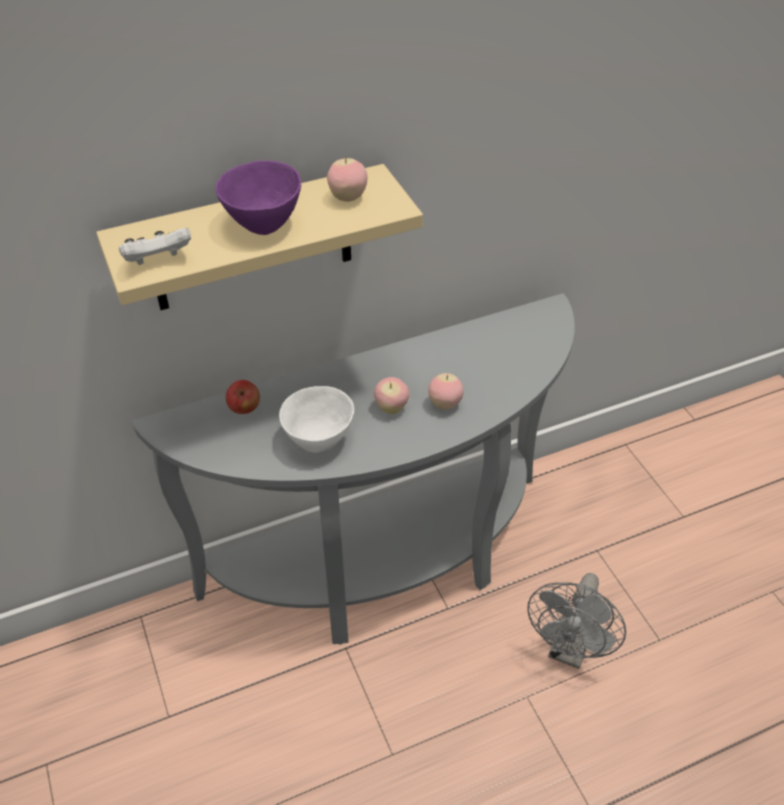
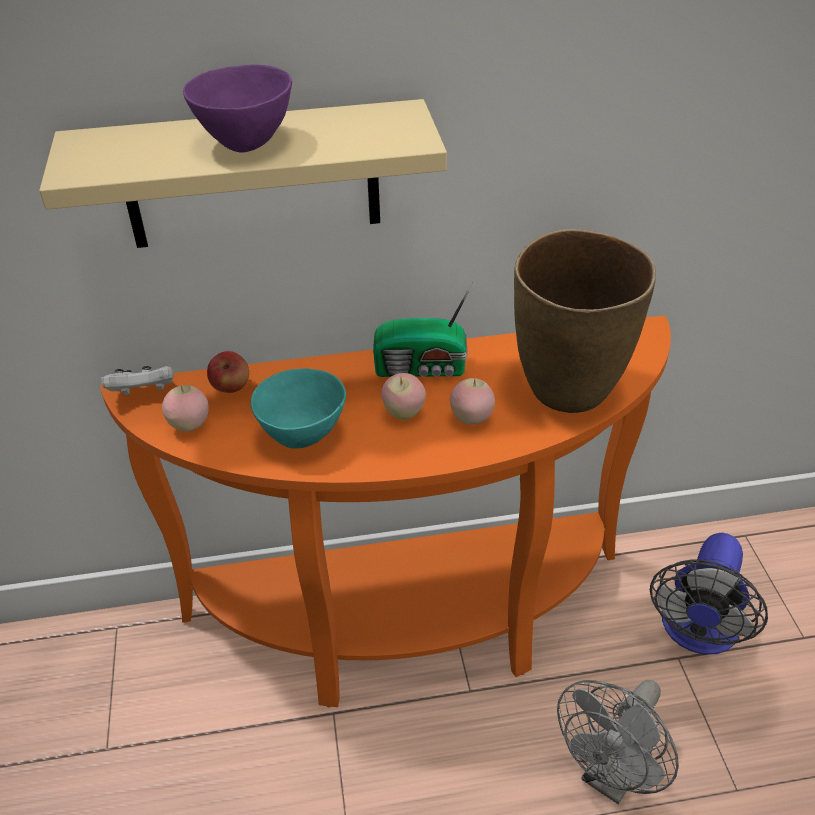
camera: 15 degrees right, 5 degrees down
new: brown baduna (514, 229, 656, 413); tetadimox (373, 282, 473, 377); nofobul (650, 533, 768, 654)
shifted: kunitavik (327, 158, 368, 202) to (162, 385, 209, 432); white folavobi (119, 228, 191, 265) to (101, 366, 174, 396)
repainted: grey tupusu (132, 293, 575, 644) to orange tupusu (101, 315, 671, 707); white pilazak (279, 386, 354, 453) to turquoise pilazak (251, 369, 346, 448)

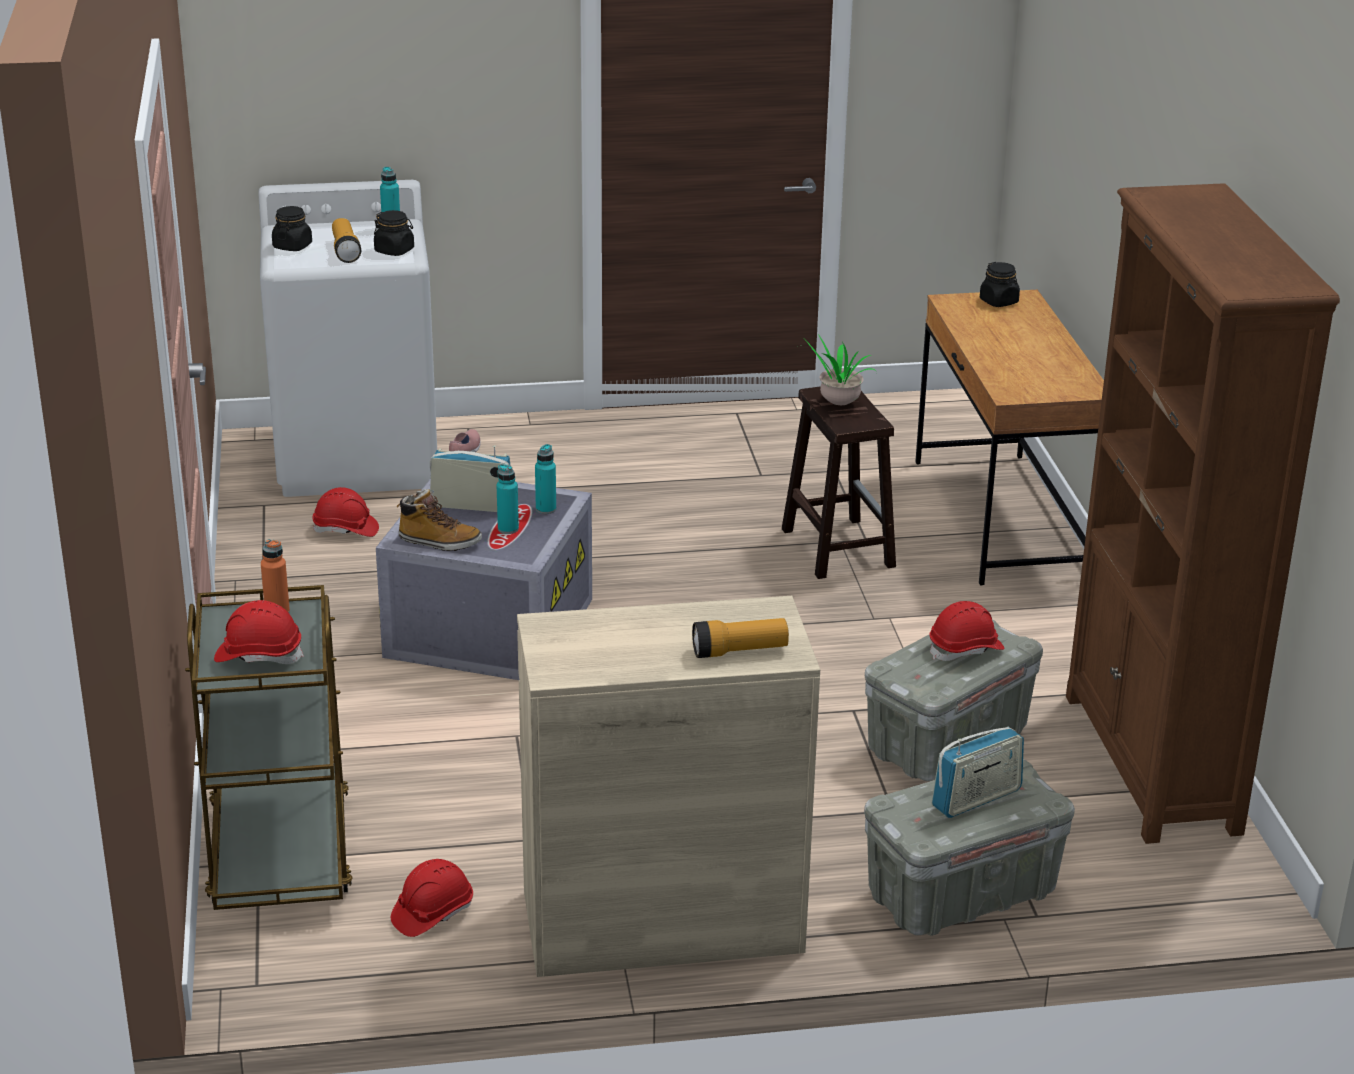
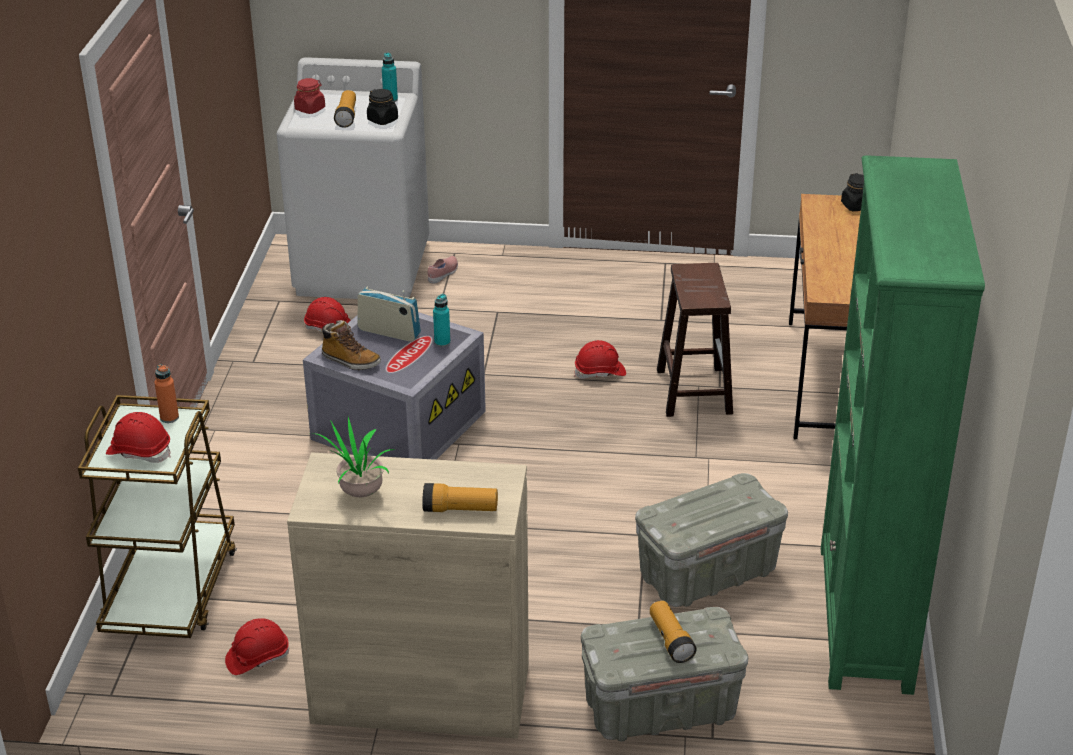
camera: 15 degrees right, 5 degrees up
gone: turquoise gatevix (497, 464, 519, 534)
shifted: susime (797, 334, 877, 405) to (311, 417, 394, 497); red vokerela (929, 601, 1005, 661) to (575, 340, 626, 379)
swapped: tetadimox (932, 727, 1024, 818) to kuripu (650, 600, 696, 663)
repainted: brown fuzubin (1066, 183, 1340, 844) to green fuzubin (821, 155, 985, 695); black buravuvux (272, 206, 312, 251) to red buravuvux (294, 78, 325, 114)

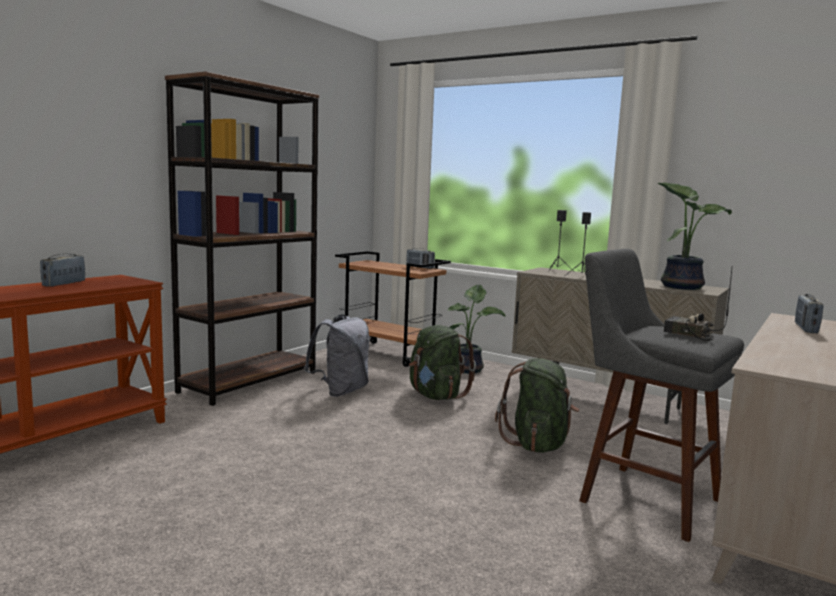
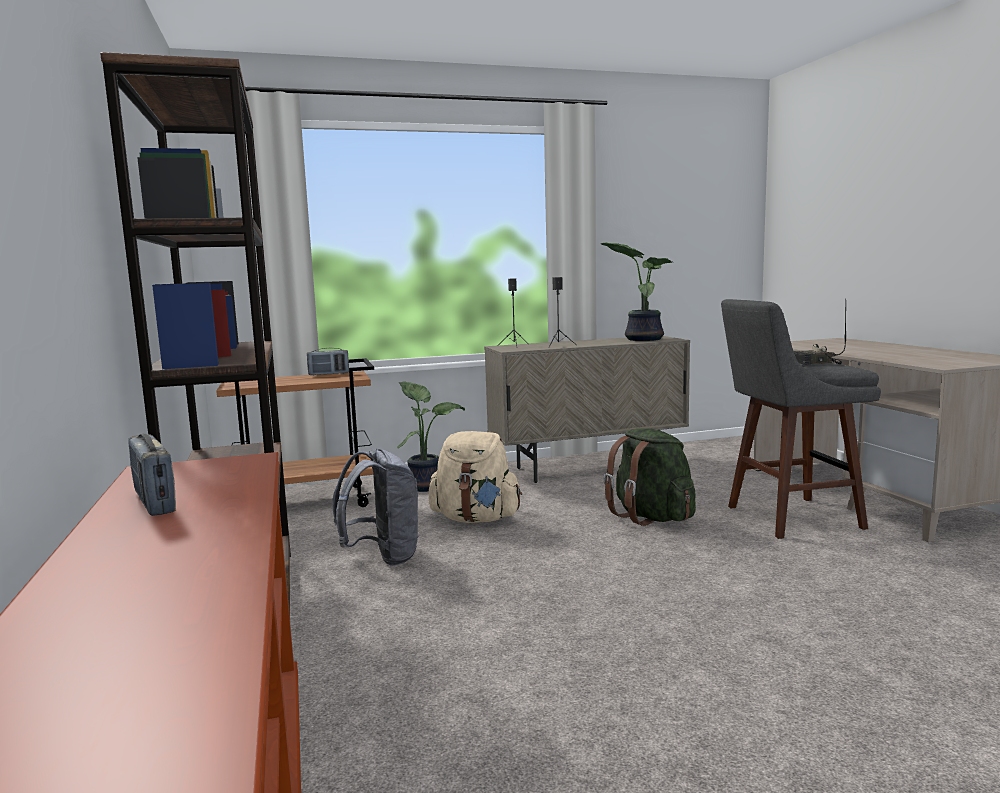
camera: 50 degrees left, 0 degrees up
gone: tetadimox (795, 294, 824, 333)
repainted: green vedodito (409, 325, 476, 400) to beige vedodito (429, 431, 522, 523)

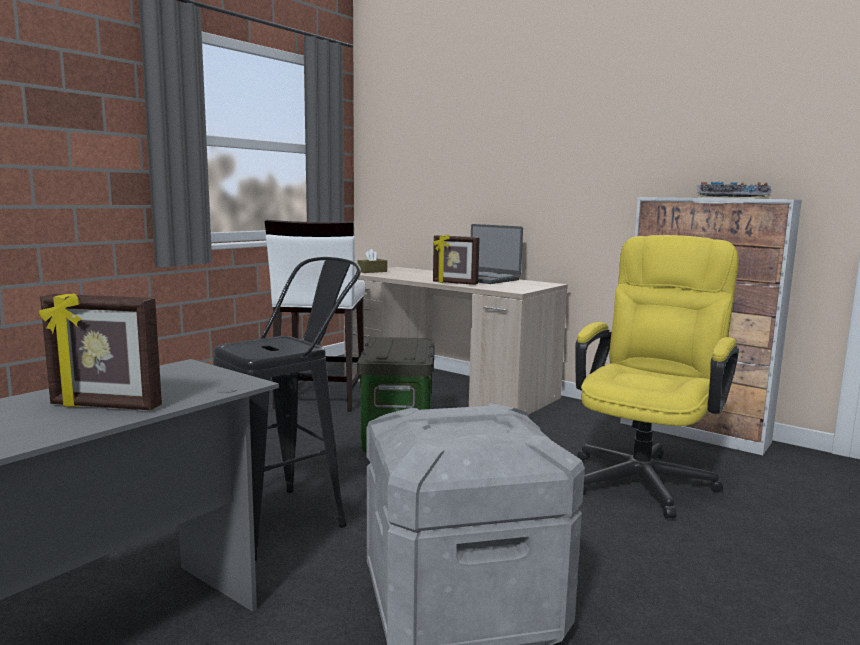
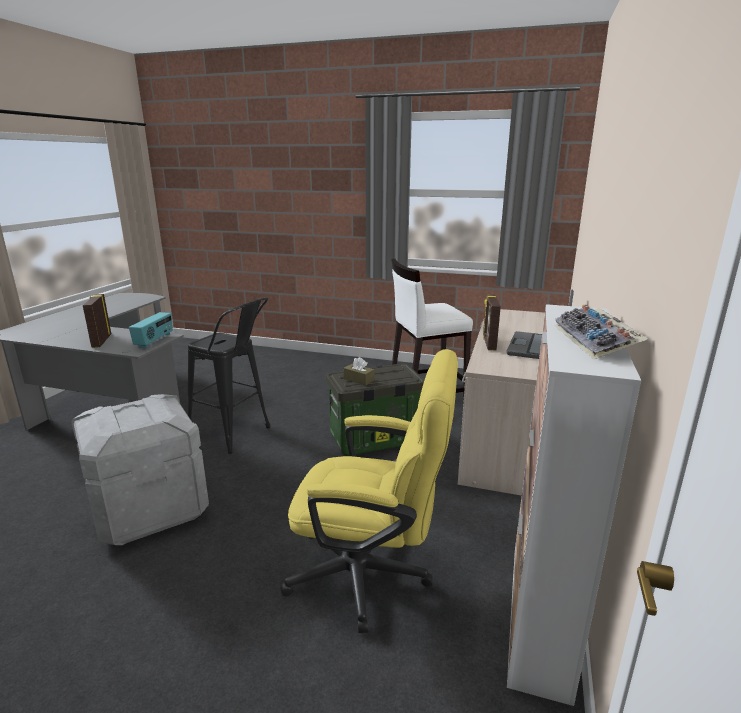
camera: 70 degrees right, 10 degrees up
new: tetadimox (129, 312, 173, 348)
shifted: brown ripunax (357, 249, 387, 273) to (344, 357, 375, 386)

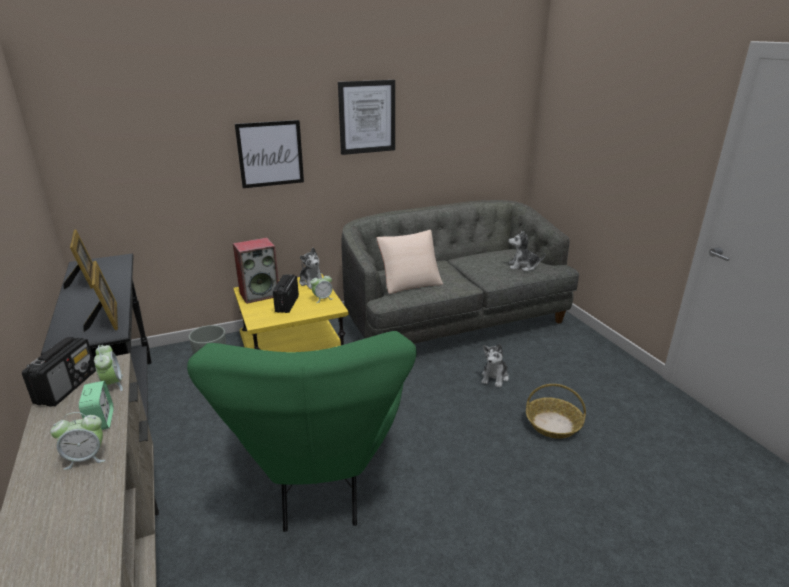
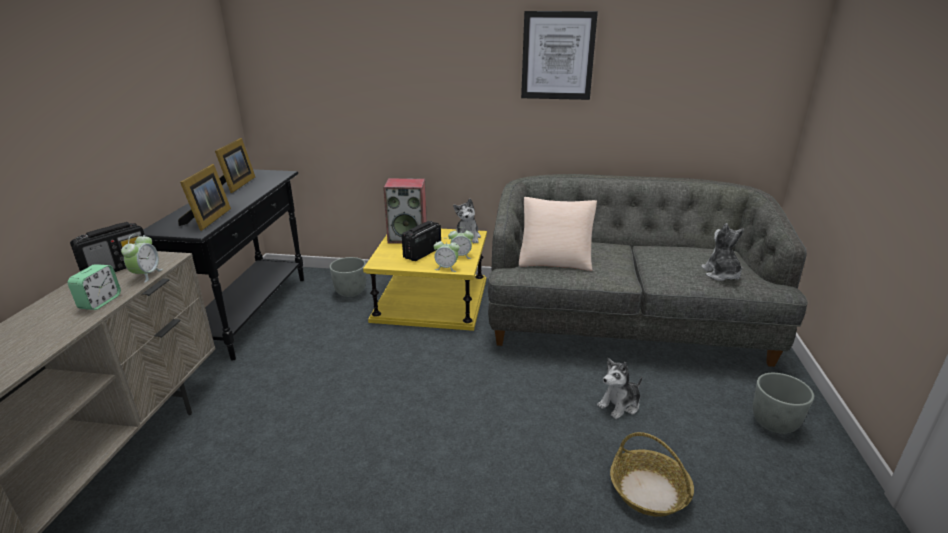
camera: 30 degrees right, 0 degrees up
gone: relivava (235, 120, 304, 188); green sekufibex (187, 331, 417, 532)
new: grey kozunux (753, 373, 814, 434)
shifted: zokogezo (50, 412, 106, 470) to (433, 238, 460, 272)
rotated: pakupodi (509, 231, 546, 271) = (701, 223, 744, 281) 45 degrees clockwise

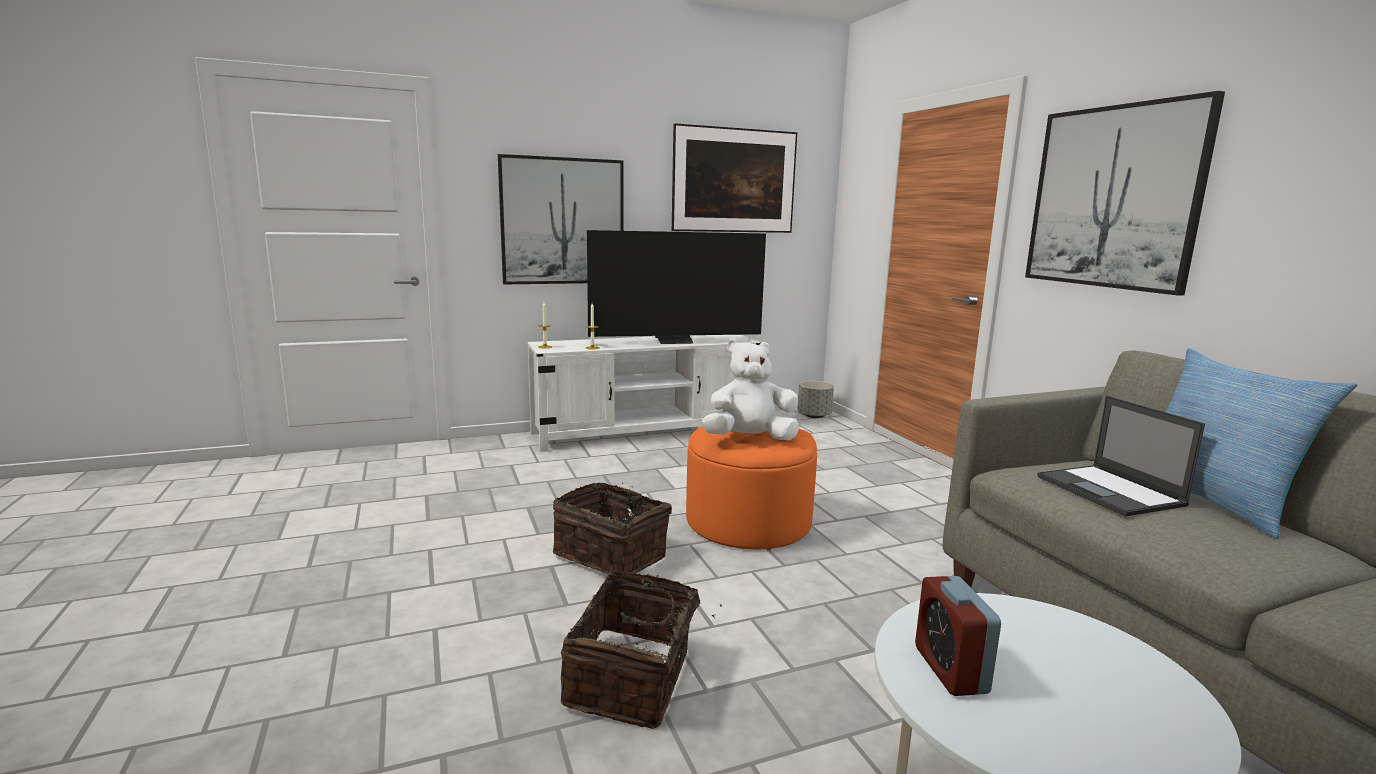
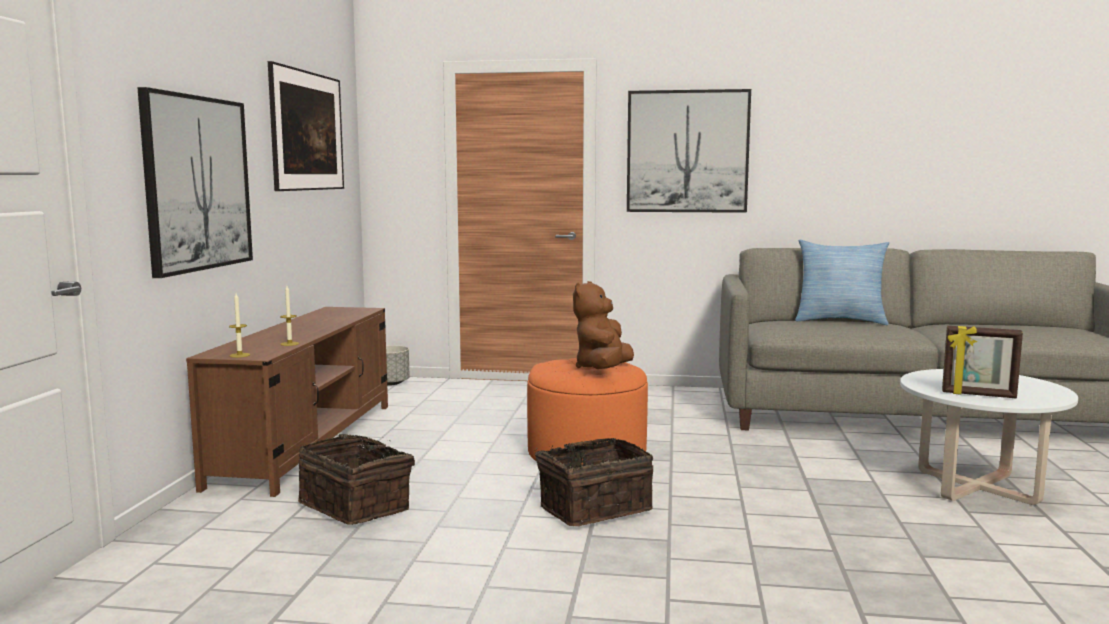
camera: 60 degrees left, 5 degrees down
gone: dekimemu (587, 230, 766, 344); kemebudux (1037, 396, 1205, 517)
shifted: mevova (561, 571, 722, 729) to (298, 434, 415, 525)
swapped: zokogezo (915, 576, 1001, 696) to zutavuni (942, 326, 1023, 398)
repainted: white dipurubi (527, 335, 761, 452) to brown dipurubi (186, 307, 388, 497); white pakupodi (702, 340, 799, 441) to brown pakupodi (573, 281, 634, 369)

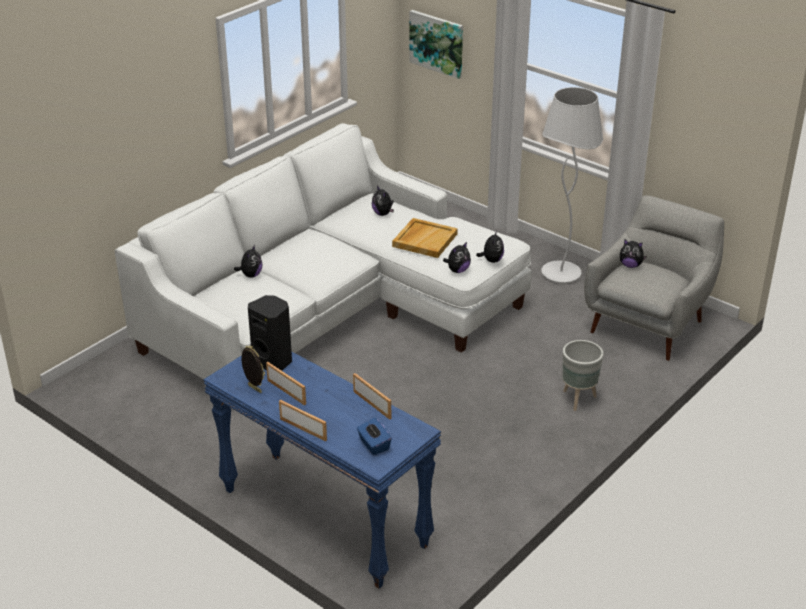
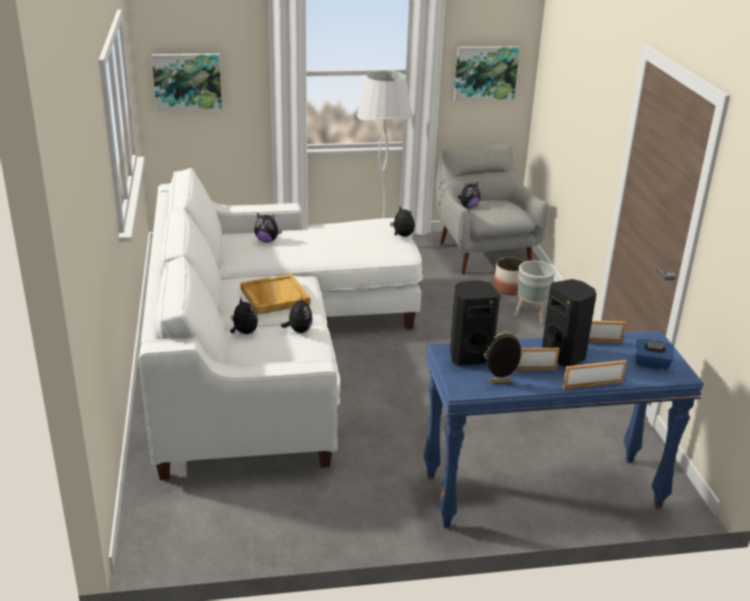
camera: 50 degrees left, 5 degrees down
new: relivava (454, 46, 520, 101); kozunux (494, 257, 526, 295); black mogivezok (542, 279, 596, 367)
shifted: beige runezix (392, 218, 458, 258) to (240, 274, 310, 315); pakupodi (443, 242, 471, 273) to (281, 295, 313, 333)

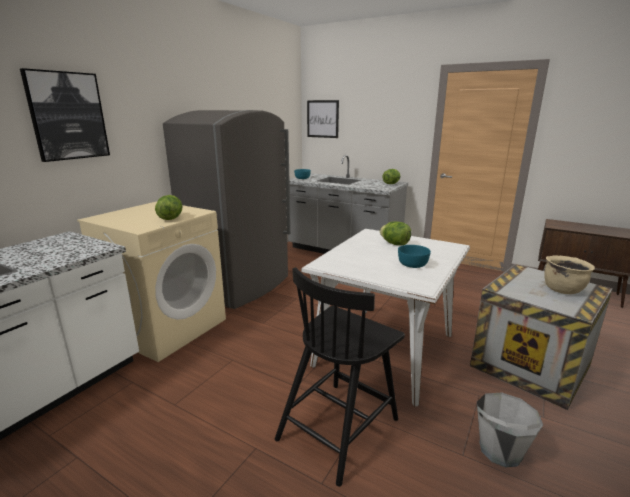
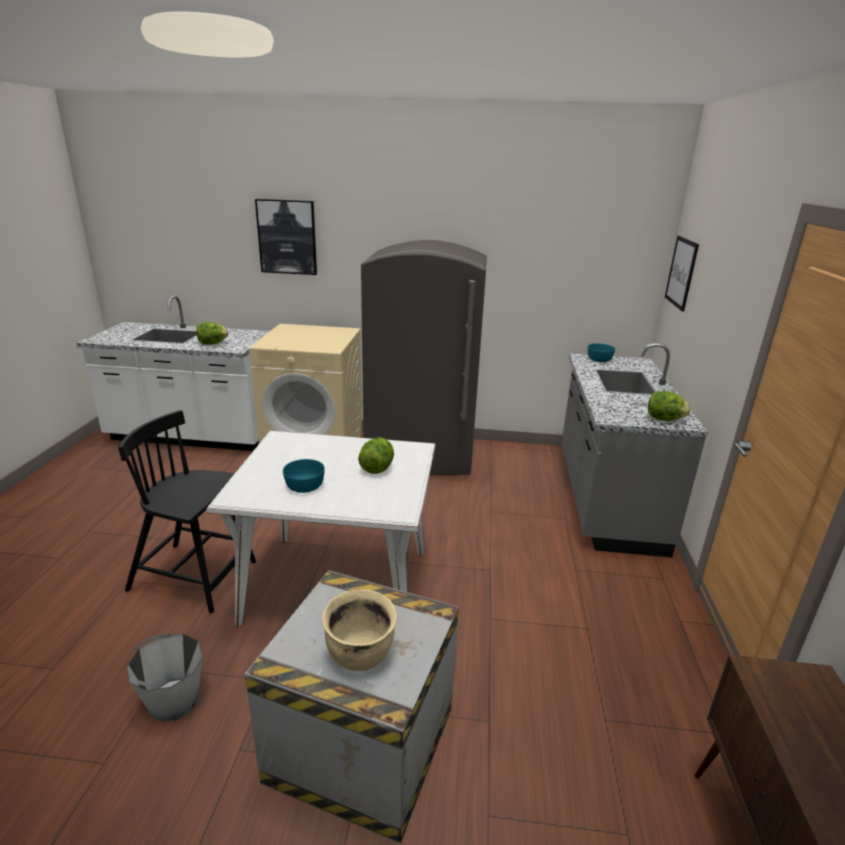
camera: 65 degrees right, 5 degrees up
shifted: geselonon (155, 195, 182, 220) to (196, 322, 228, 345)

